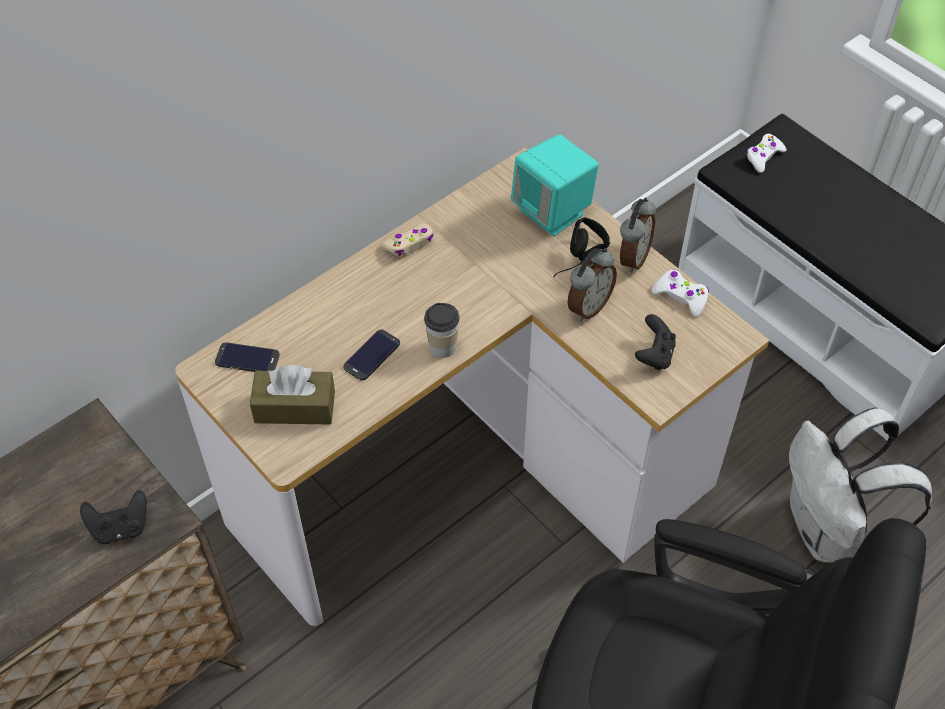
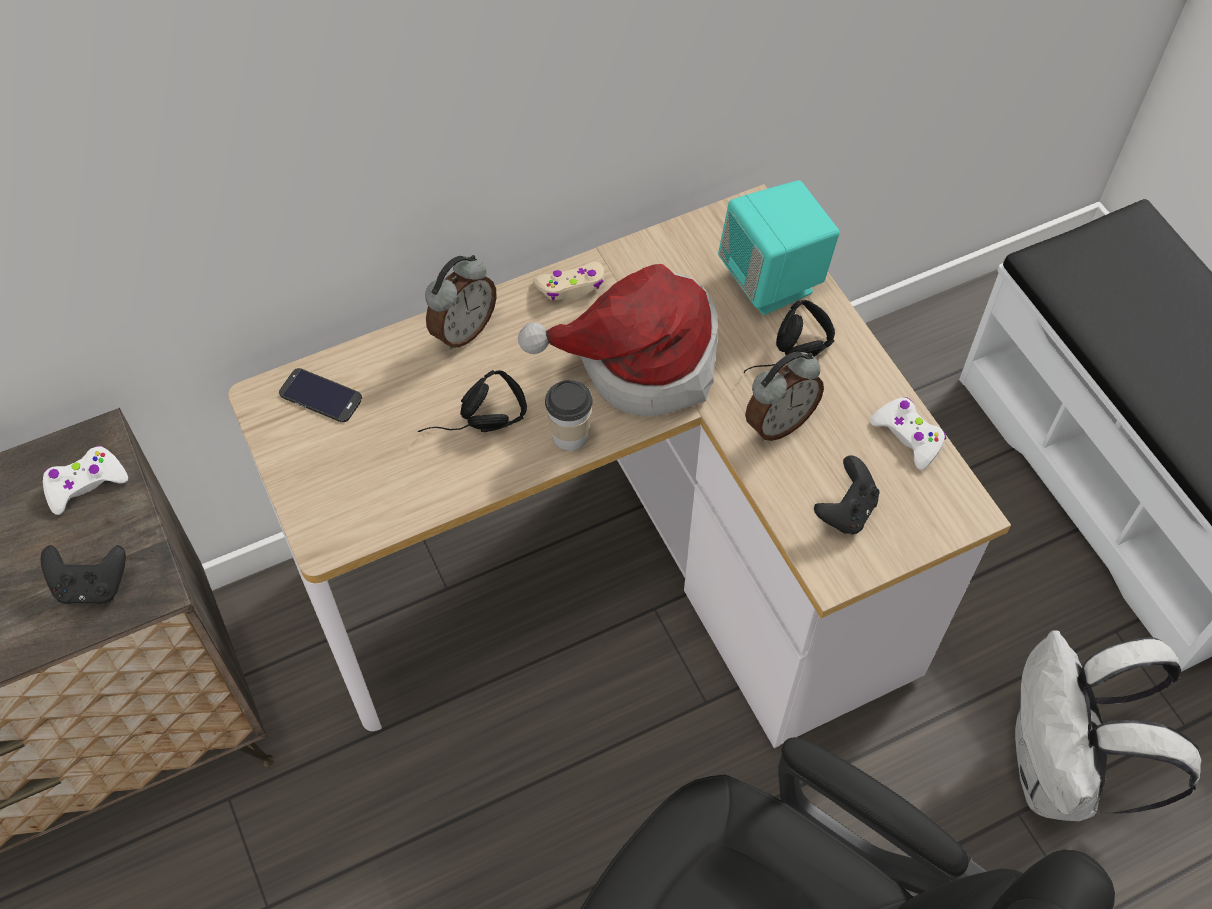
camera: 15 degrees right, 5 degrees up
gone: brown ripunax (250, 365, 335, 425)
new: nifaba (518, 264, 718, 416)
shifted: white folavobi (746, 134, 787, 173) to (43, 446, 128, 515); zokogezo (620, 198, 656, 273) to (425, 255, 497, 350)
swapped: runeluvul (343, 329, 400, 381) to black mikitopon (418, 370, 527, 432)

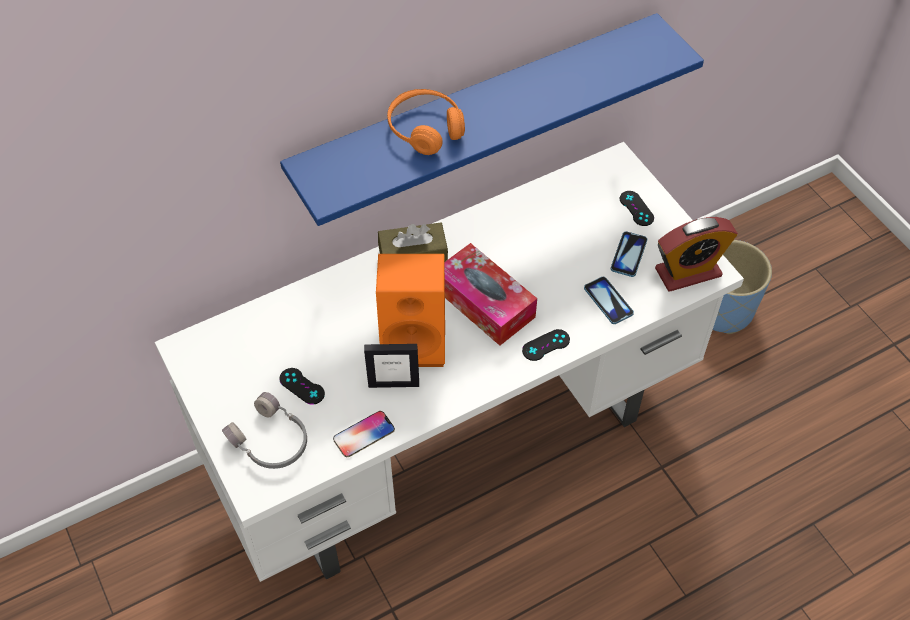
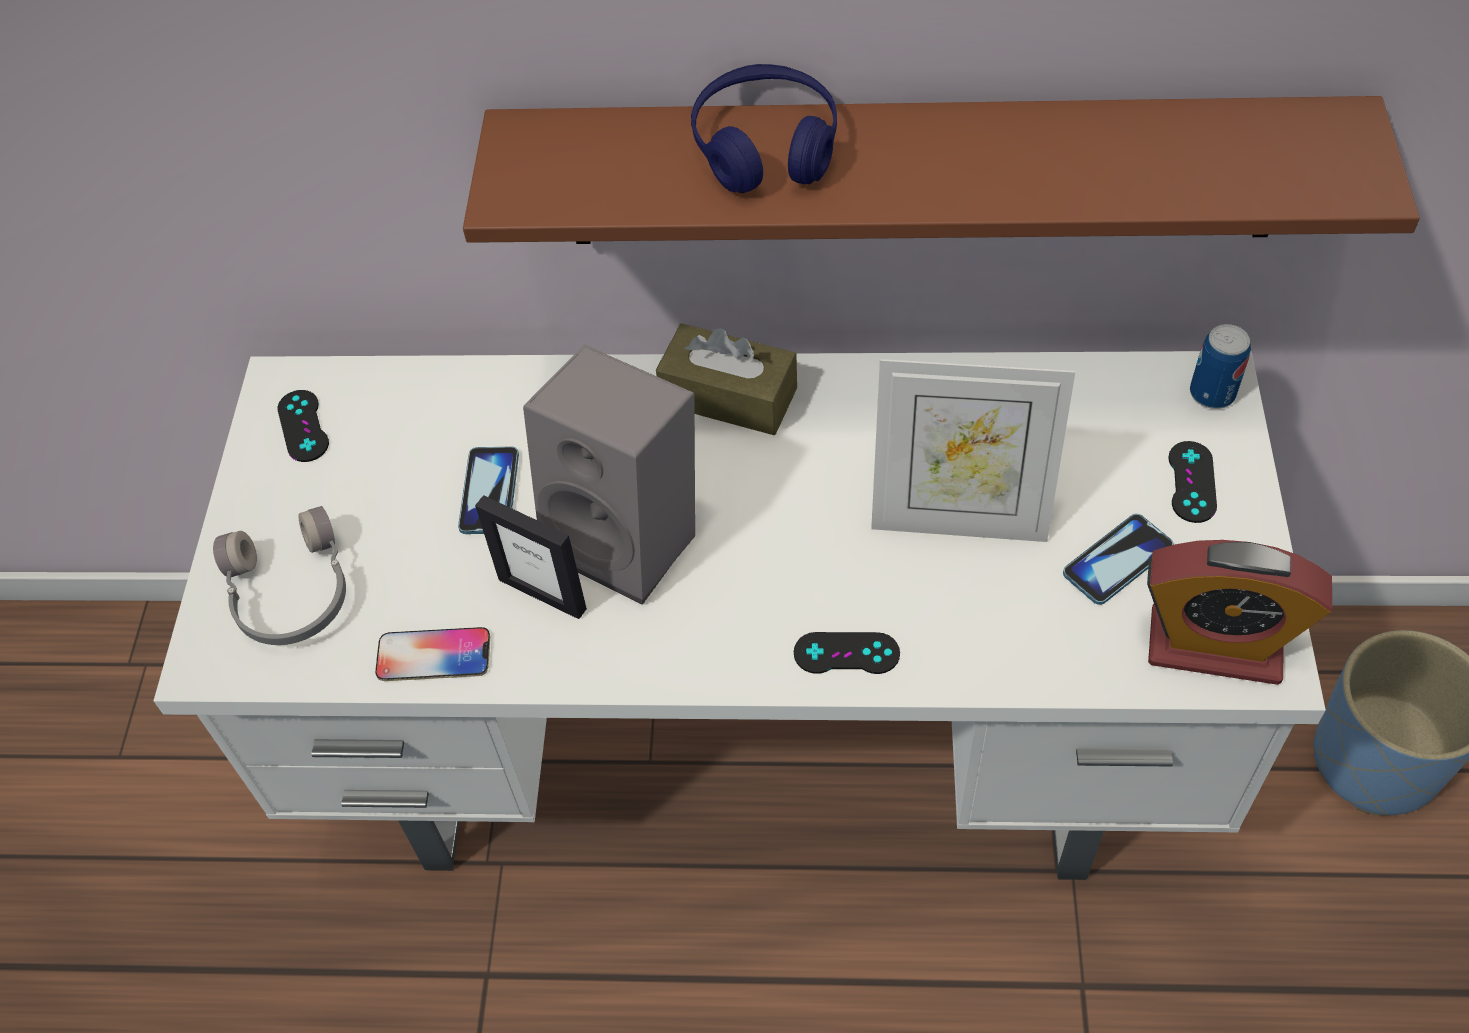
camera: 35 degrees right, 0 degrees up
gone: ripunax (445, 243, 537, 346)
new: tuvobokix (1190, 324, 1251, 409); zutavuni (871, 359, 1075, 542)
shifted: runeluvul (584, 277, 634, 324) to (458, 447, 519, 534); black folavobi (279, 368, 325, 405) to (277, 390, 329, 462)
repainted: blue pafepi (280, 13, 704, 226) to brown pafepi (463, 96, 1420, 244); orange mikitopon (387, 89, 465, 155) to blue mikitopon (691, 64, 837, 193); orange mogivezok (376, 254, 445, 367) to grey mogivezok (523, 345, 695, 605)

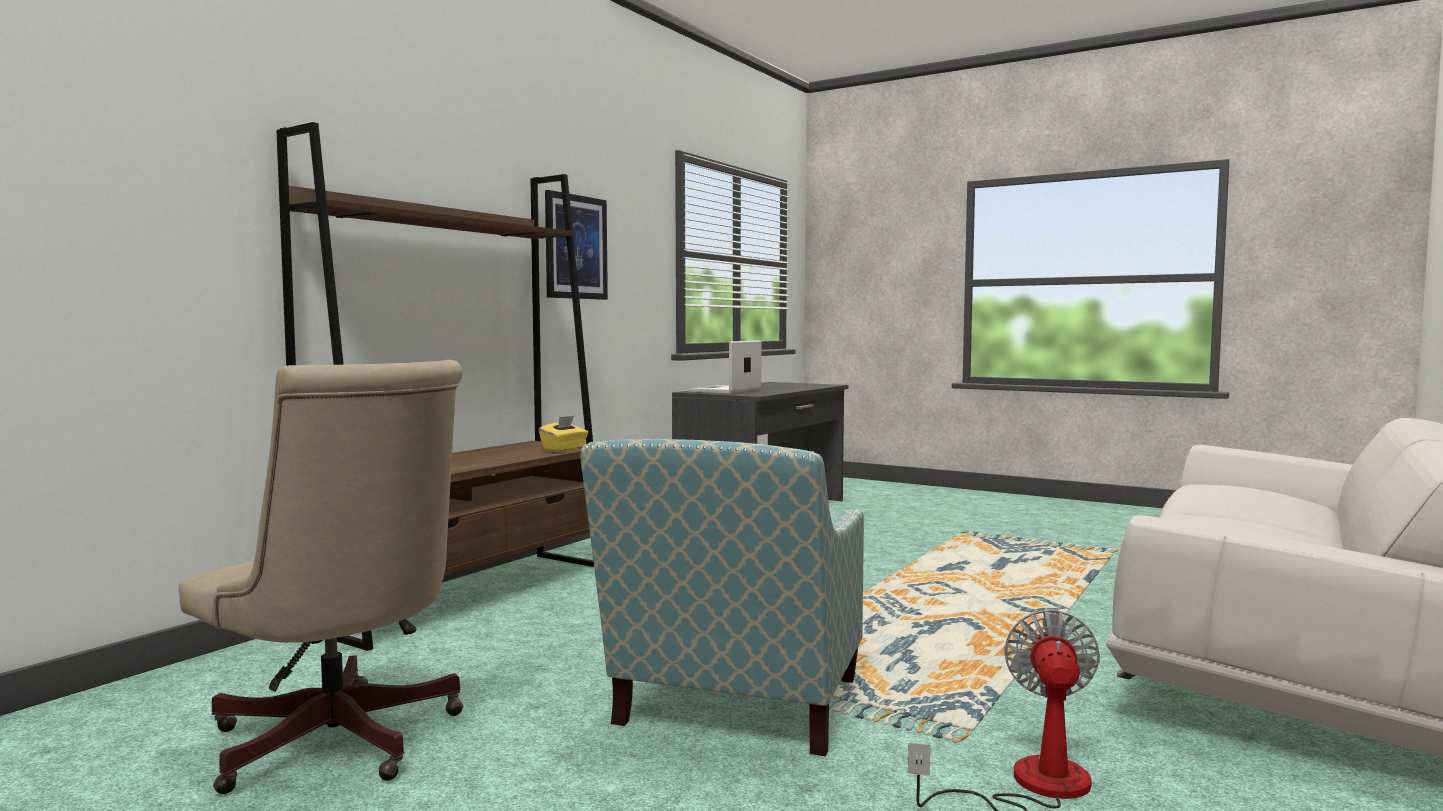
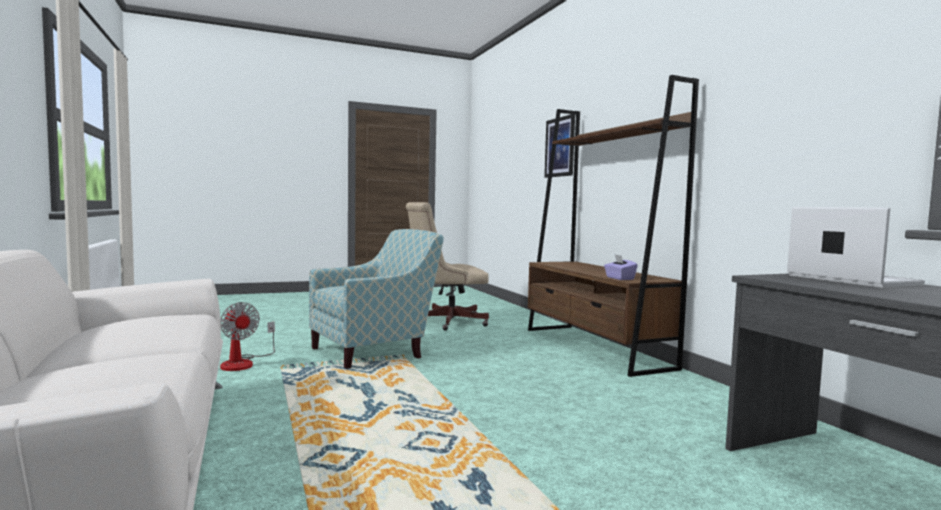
camera: 125 degrees right, 0 degrees up
shifted: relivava (545, 190, 608, 300) to (544, 114, 575, 178)
repainted: yellow ripunax (539, 416, 588, 452) to purple ripunax (604, 255, 638, 280)
rotated: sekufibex (580, 439, 864, 756) = (309, 229, 444, 369) 90 degrees clockwise

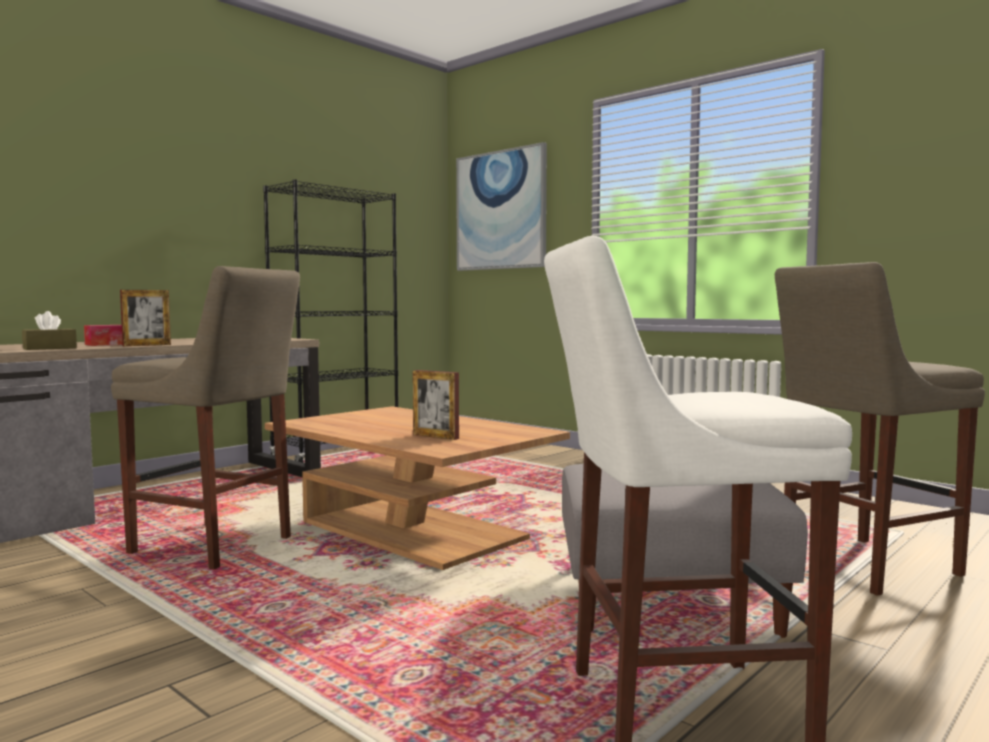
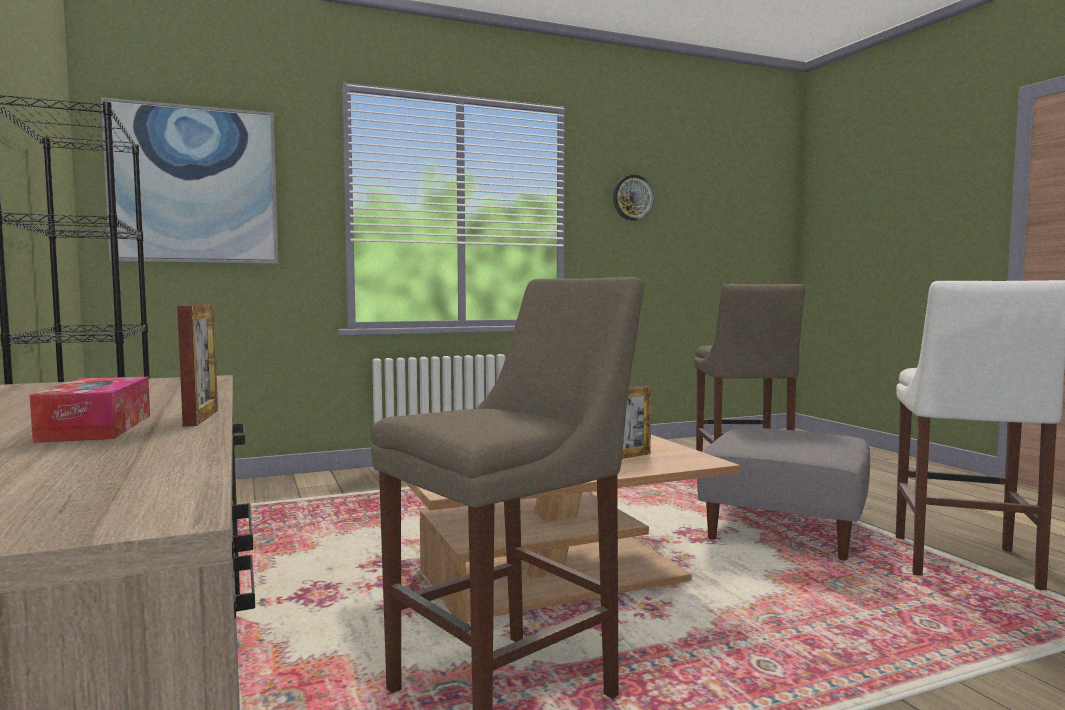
camera: 65 degrees left, 0 degrees up
gone: brown ripunax (22, 311, 77, 350)
new: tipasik (613, 175, 654, 221)

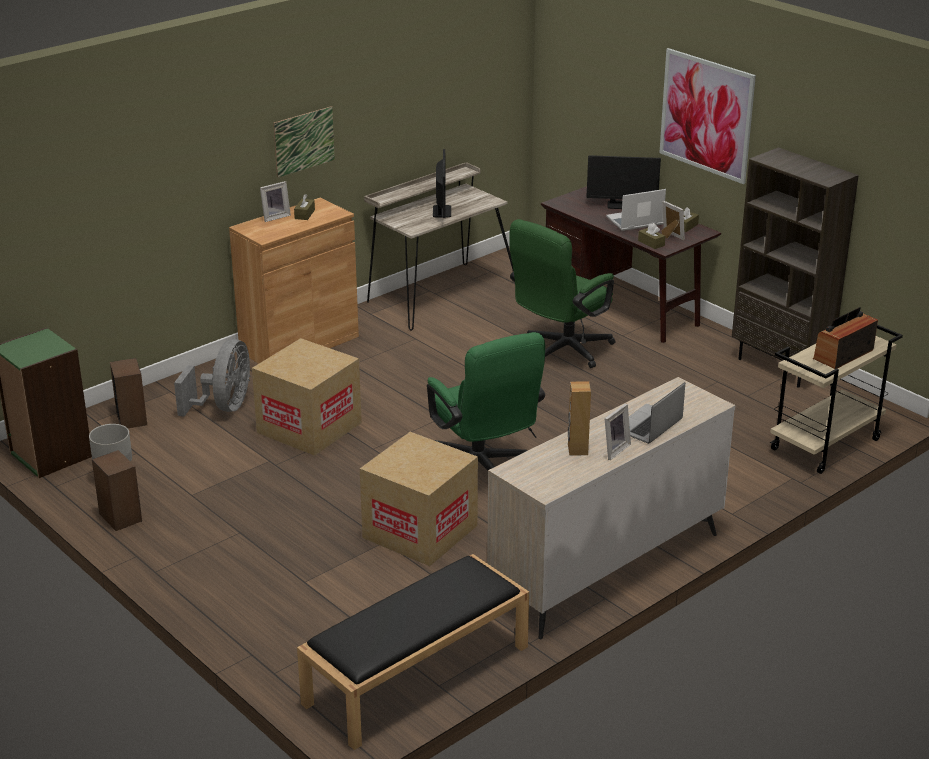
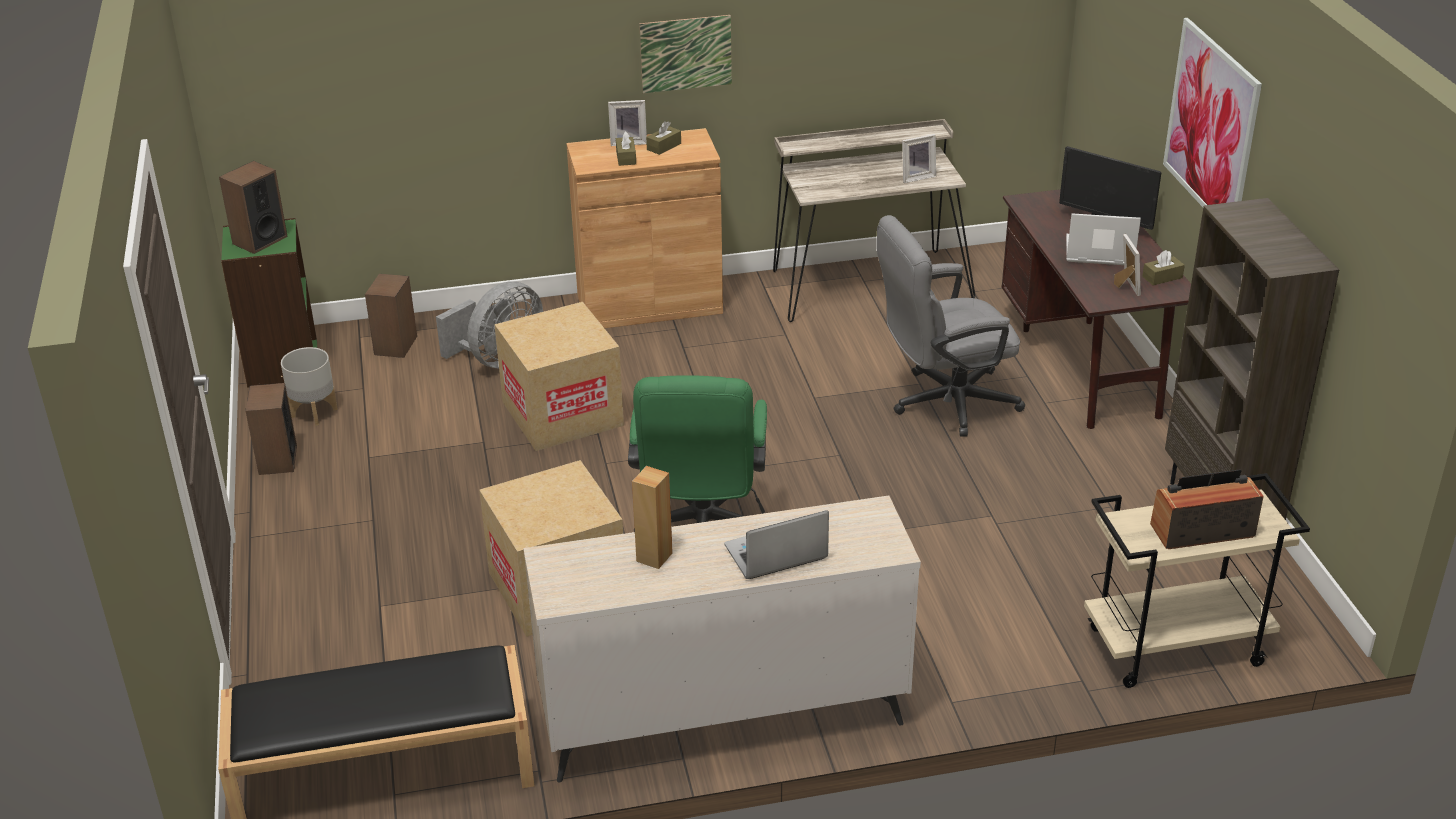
camera: 30 degrees right, 5 degrees up
gone: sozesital (433, 149, 451, 218)
new: mogivezok (219, 161, 288, 254)
shifted: brown ripunax (638, 223, 665, 249) to (616, 131, 636, 166); zutavuni (605, 403, 631, 460) to (902, 134, 936, 183)
repainted: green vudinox (509, 219, 616, 368) to grey vudinox (877, 215, 1025, 437)

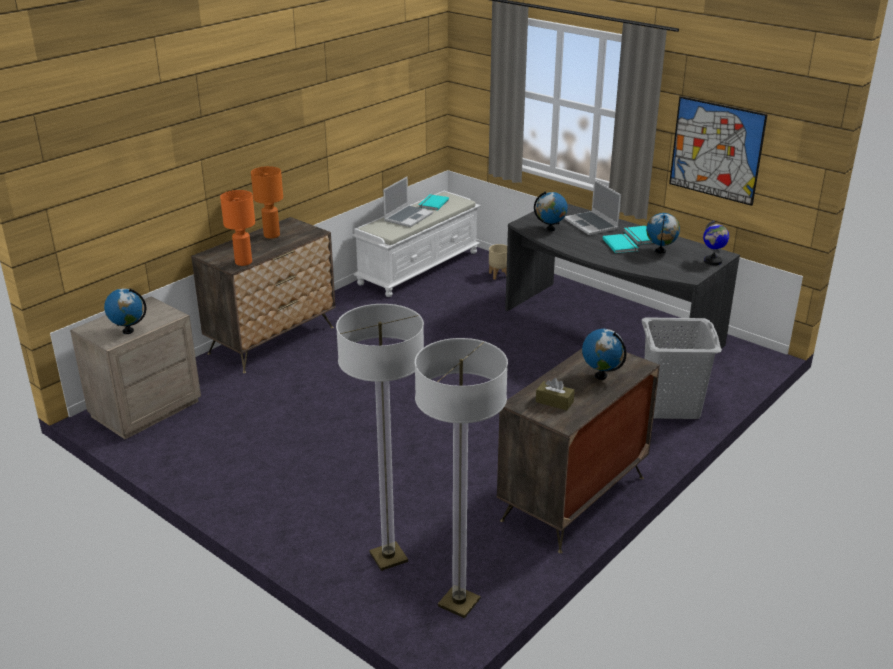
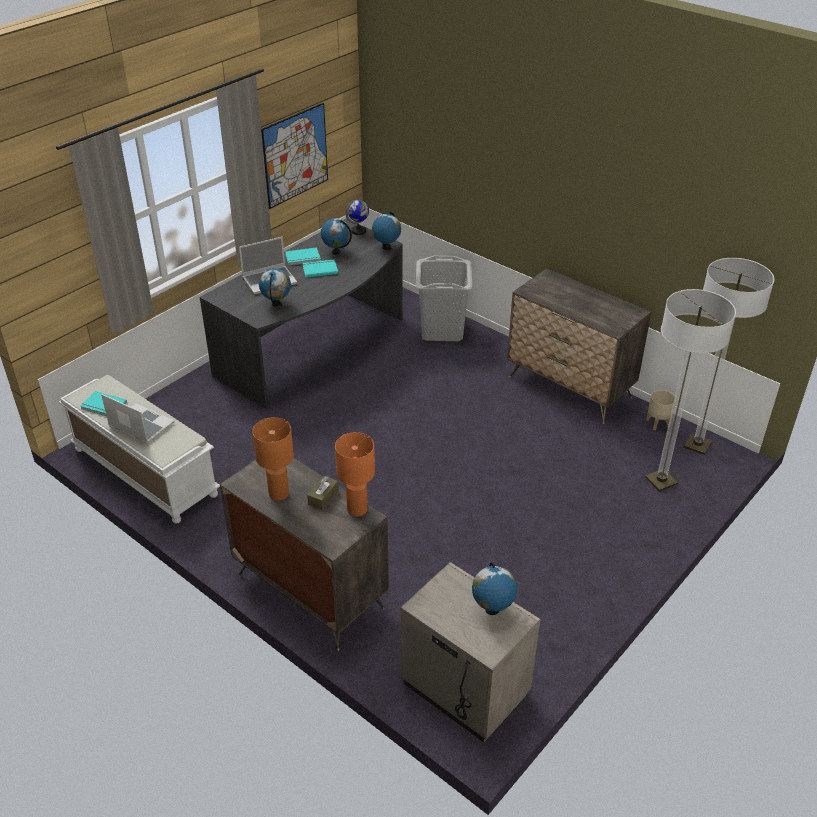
camera: 90 degrees left, 10 degrees up
shifted: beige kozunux (489, 244, 507, 279) to (646, 390, 675, 431); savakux (582, 329, 627, 380) to (372, 212, 401, 250); brown ripunax (536, 378, 575, 411) to (307, 476, 339, 510)

